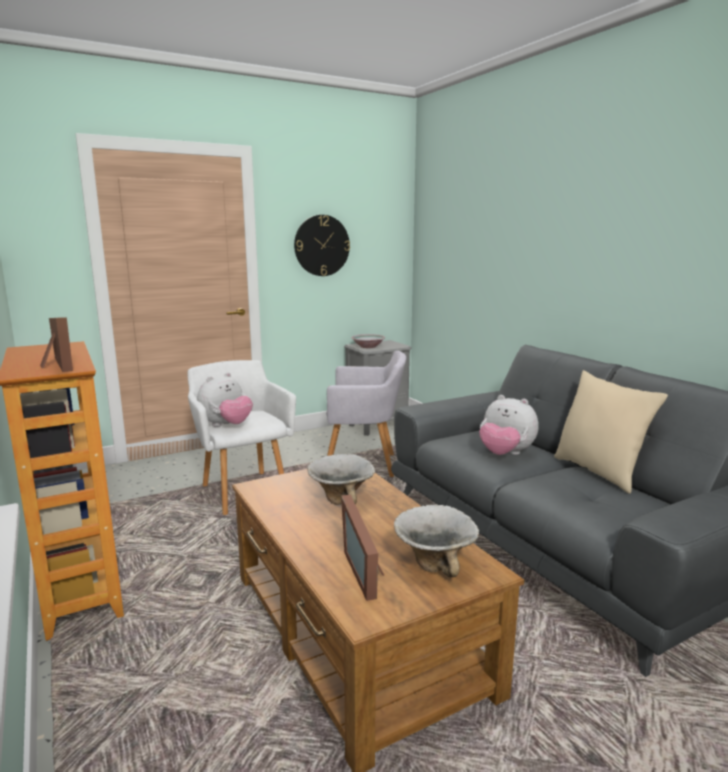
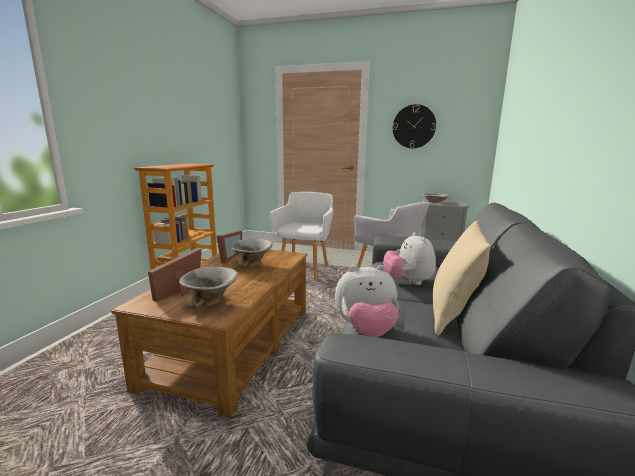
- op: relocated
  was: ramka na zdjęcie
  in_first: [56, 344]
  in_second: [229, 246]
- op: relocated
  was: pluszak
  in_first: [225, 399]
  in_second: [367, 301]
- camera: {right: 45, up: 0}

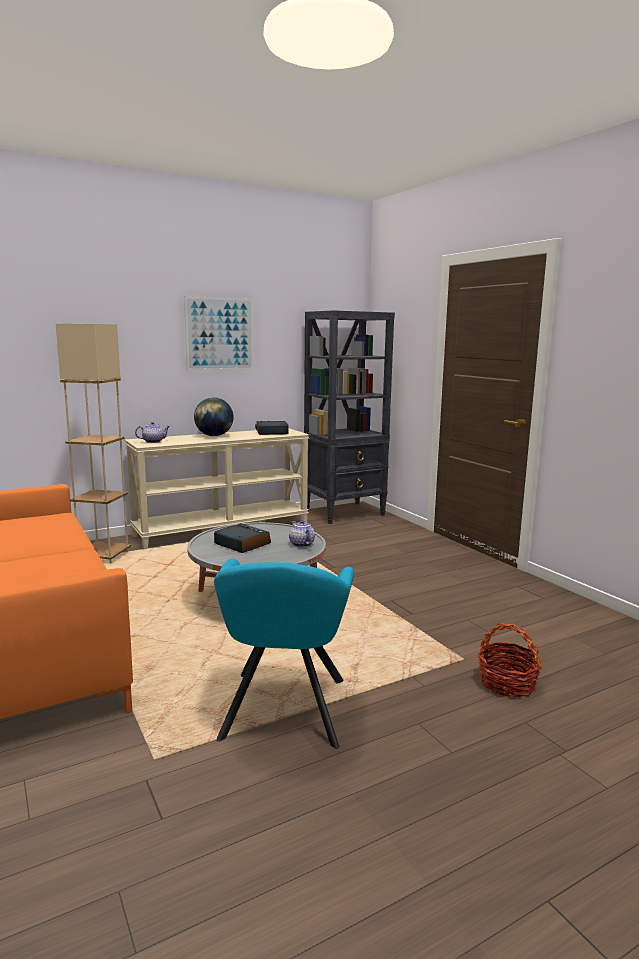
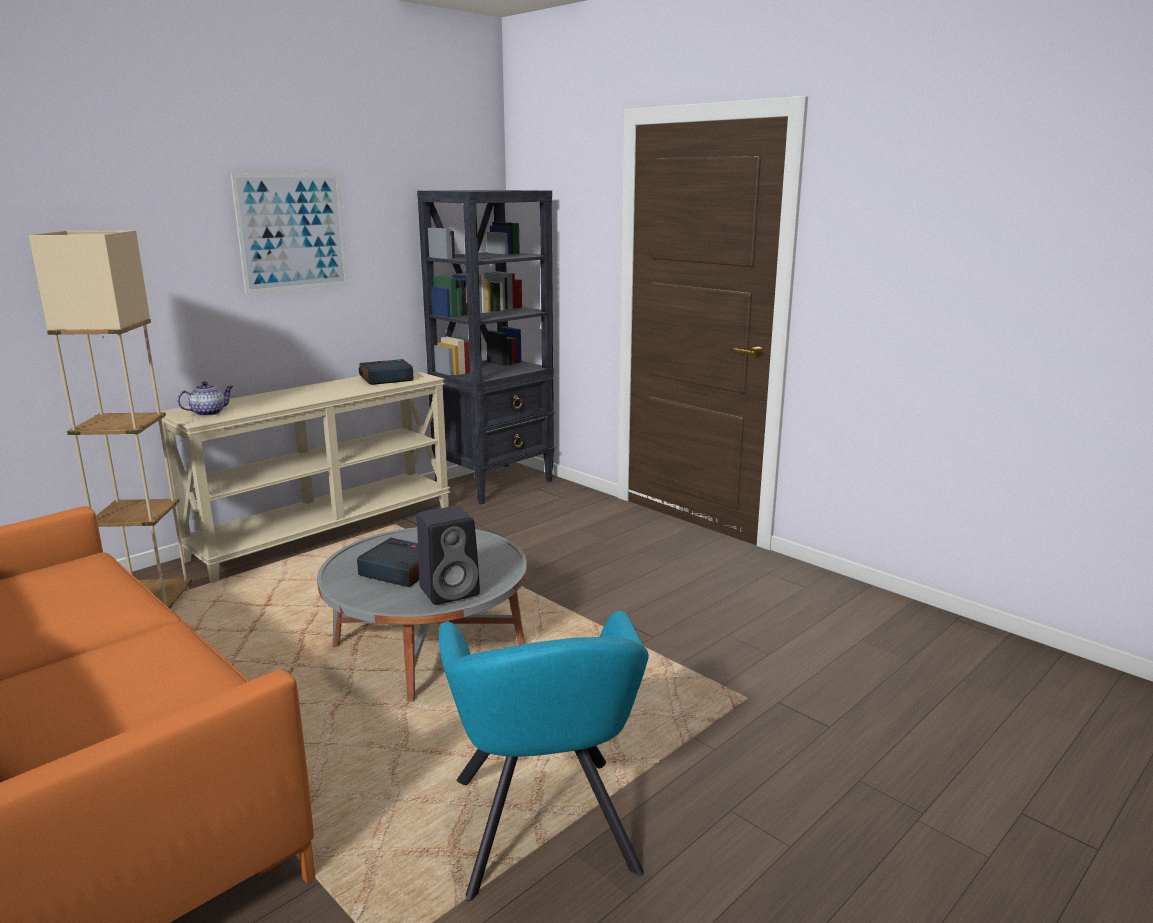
- op: missing
  was: globus
  in_first: [214, 416]
- op: missing
  was: imbryk
  in_first: [302, 533]
- op: missing
  was: koszyk
  in_first: [510, 660]
- op: appeared
  now: głośnik/czarny
  in_second: [448, 555]
- camera: {right: -15, up: 5}

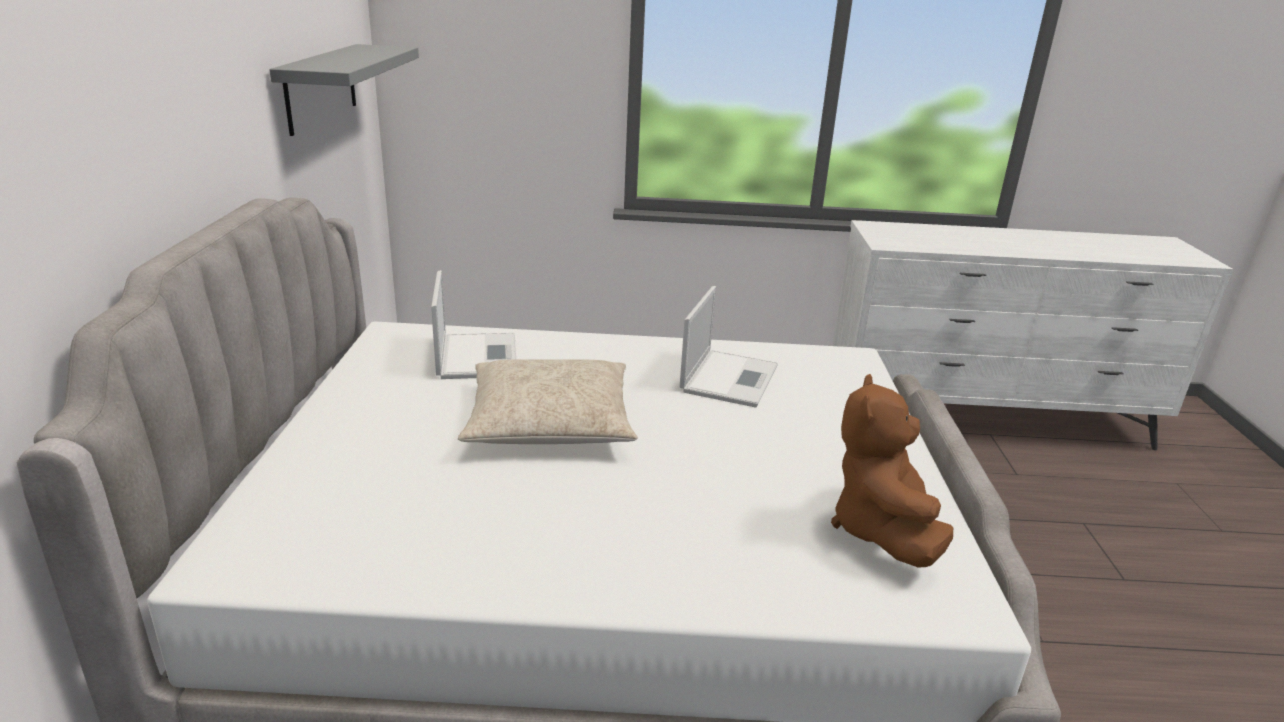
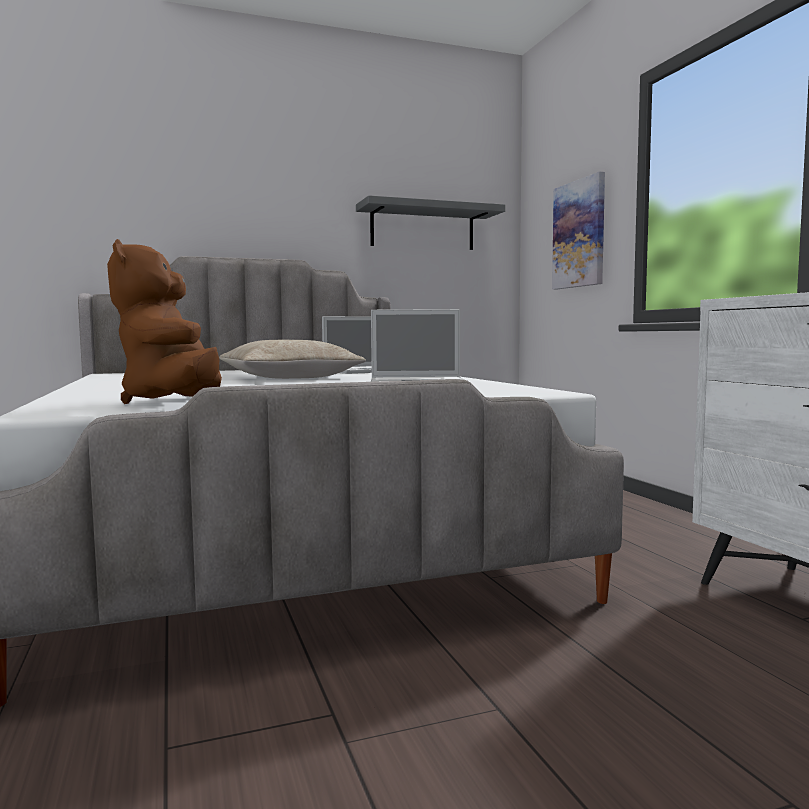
- op: appeared
  now: obraz
  in_second: [578, 230]
- op: spun
  was: pluszak/brązowy
  in_first: [892, 471]
  in_second: [164, 321]
  clockwise: -90
- camera: {right: 70, up: -20}

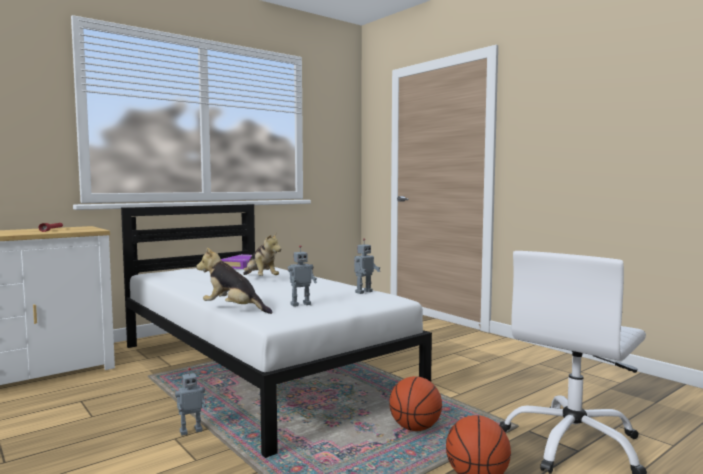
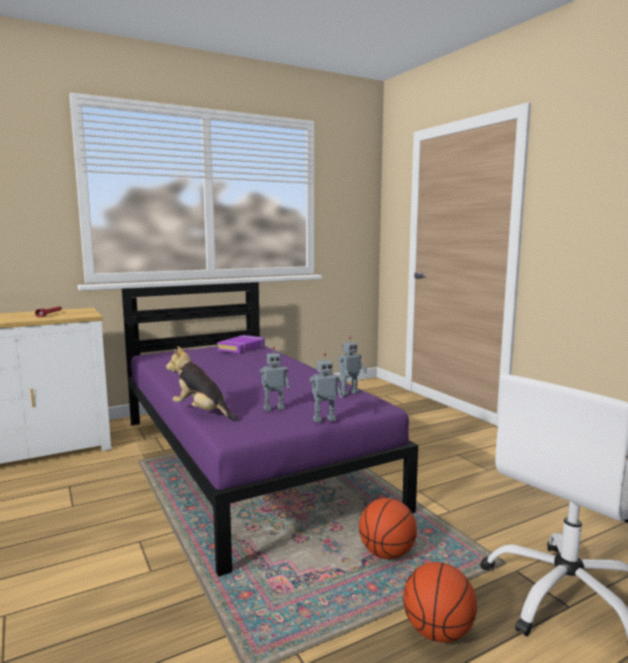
- op: missing
  was: pluszak
  in_first: [262, 254]
- op: relocated
  was: robot zabawkowy
  in_first: [191, 402]
  in_second: [326, 388]
- op: colour
  was: łóżko/biały
  now: łóżko/fioletowy
  in_first: [276, 331]
  in_second: [270, 429]
- camera: {right: 10, up: 5}

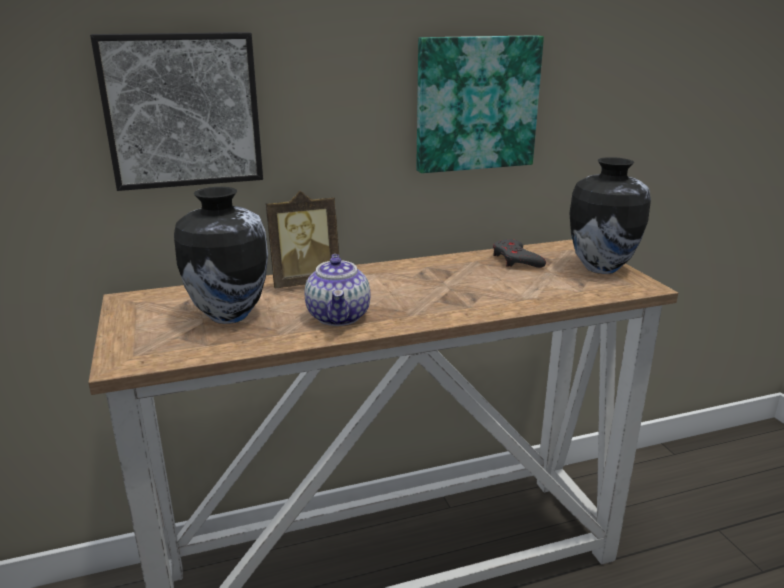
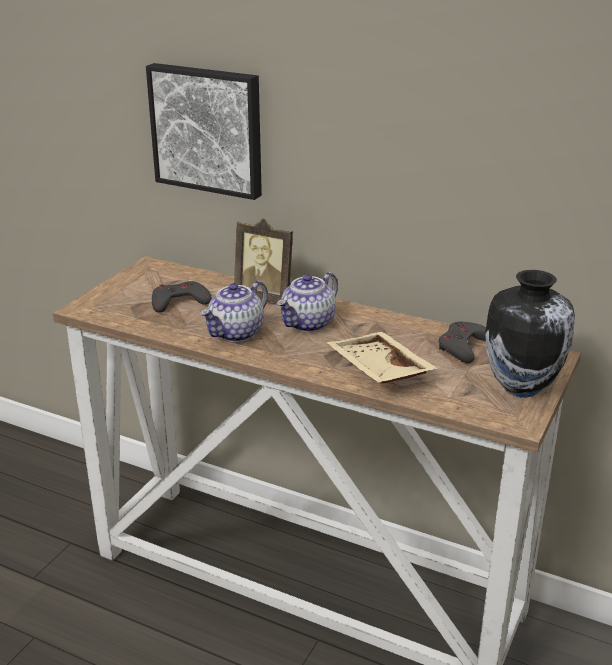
- op: missing
  was: obraz
  in_first: [480, 104]
- op: appeared
  now: imbryk
  in_second: [307, 302]
- op: appeared
  now: taca/beżowy
  in_second: [382, 358]
- op: exchanged
  was: wazon
  now: pad do gier/szary
  in_first: [221, 255]
  in_second: [182, 297]
- camera: {right: 45, up: 5}

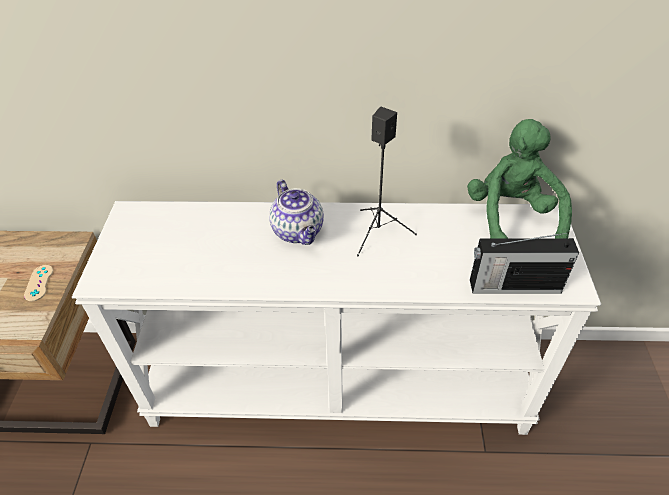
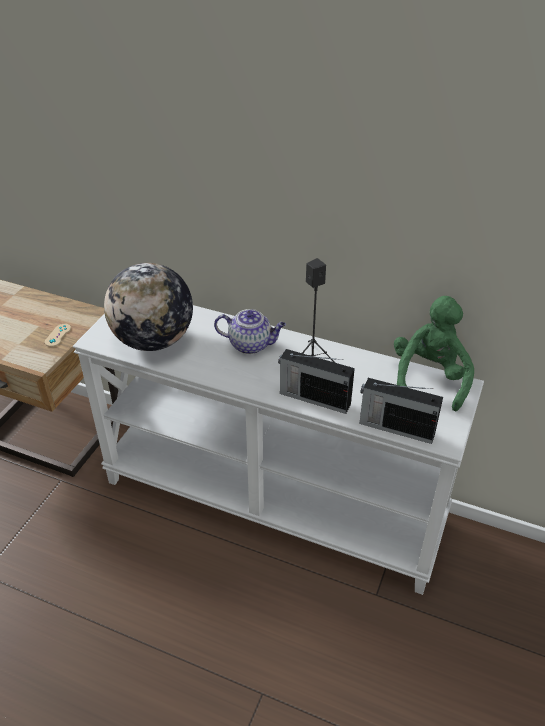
- op: appeared
  now: globus
  in_second: [148, 307]
- op: appeared
  now: radio
  in_second: [316, 381]
- op: spun
  was: imbryk
  in_first: [296, 212]
  in_second: [250, 331]
  clockwise: -75
- camera: {right: 20, up: -5}

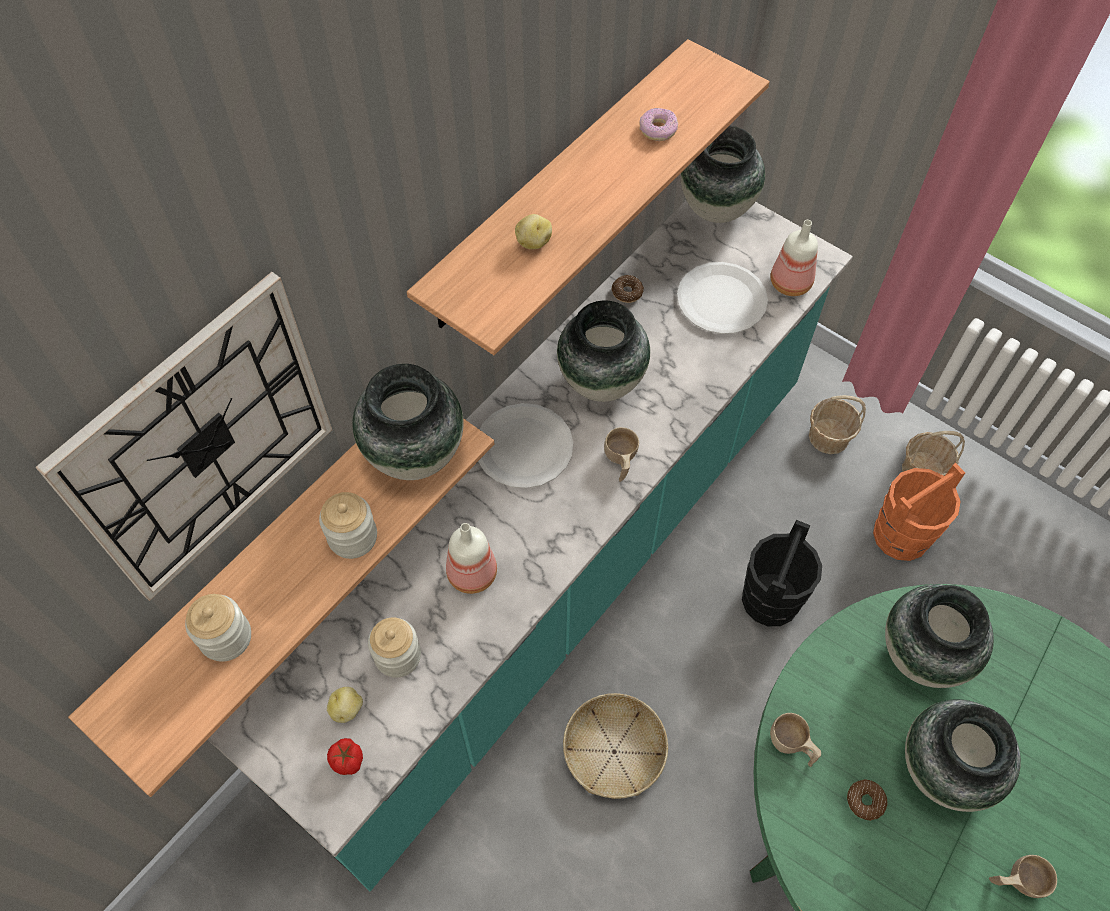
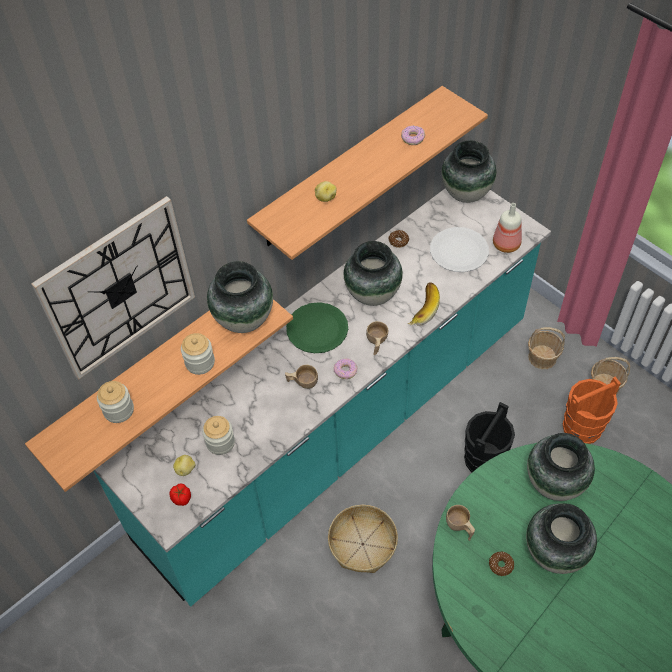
- op: missing
  was: butelka
  in_first: [471, 558]
- op: appeared
  now: donut
  in_second: [345, 369]
- op: appeared
  now: banan
  in_second: [424, 303]
- op: relocated
  was: filiżanka/beżowy
  in_first: [1023, 876]
  in_second: [301, 377]
- op: colour
  was: talerz/biały
  now: talerz/zielony
  in_first: [525, 445]
  in_second: [317, 327]
- camera: {right: 10, up: -5}

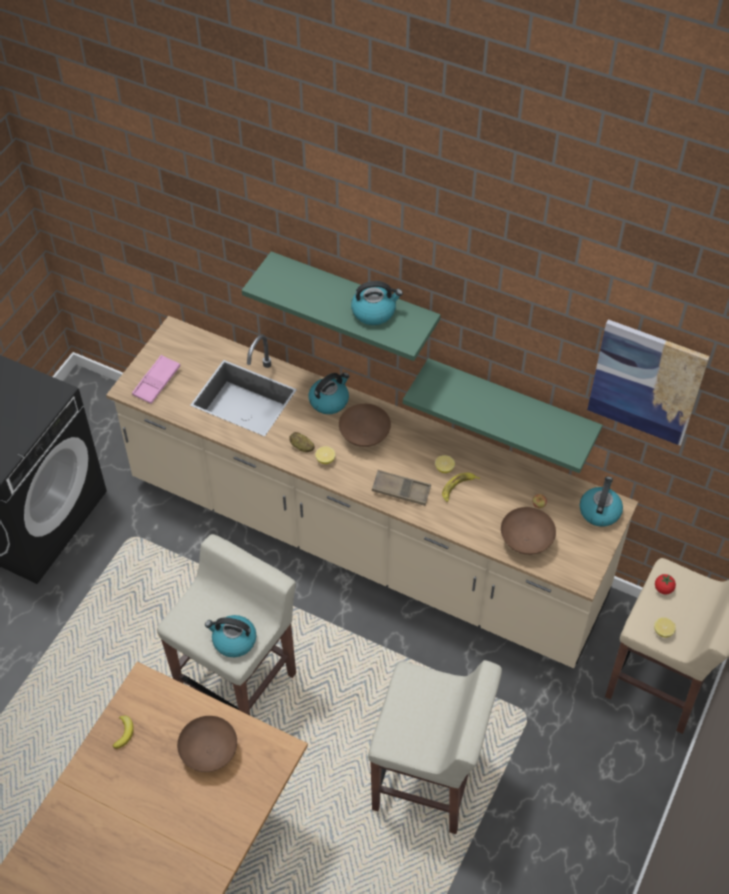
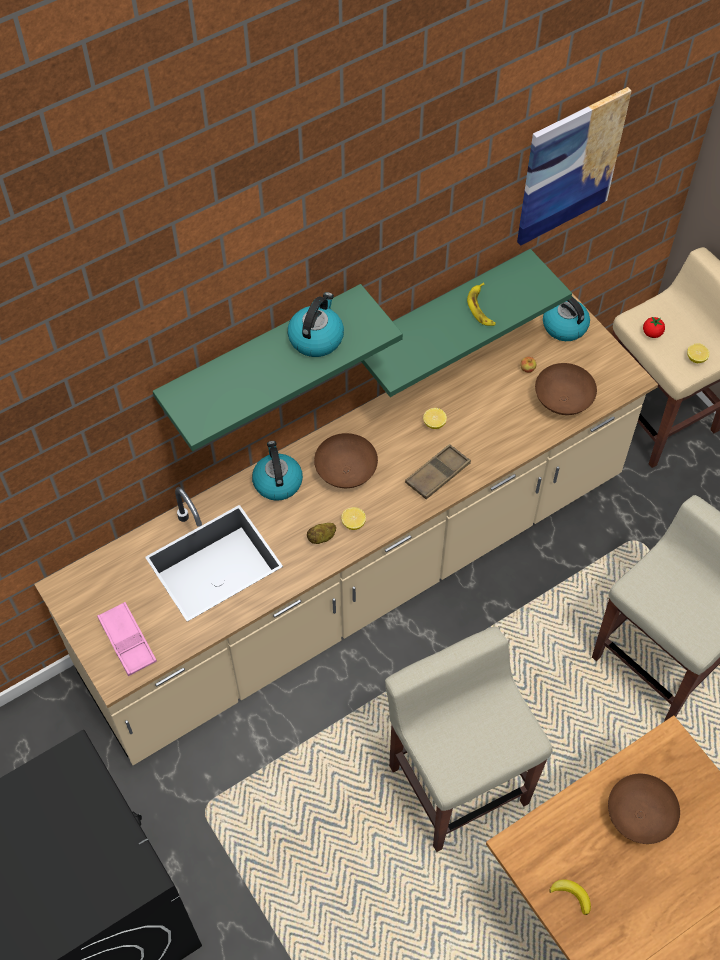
- op: missing
  was: czajnik
  in_first: [231, 636]
- op: relocated
  was: banan
  in_first: [461, 487]
  in_second: [481, 304]
- camera: {right: -60, up: 5}

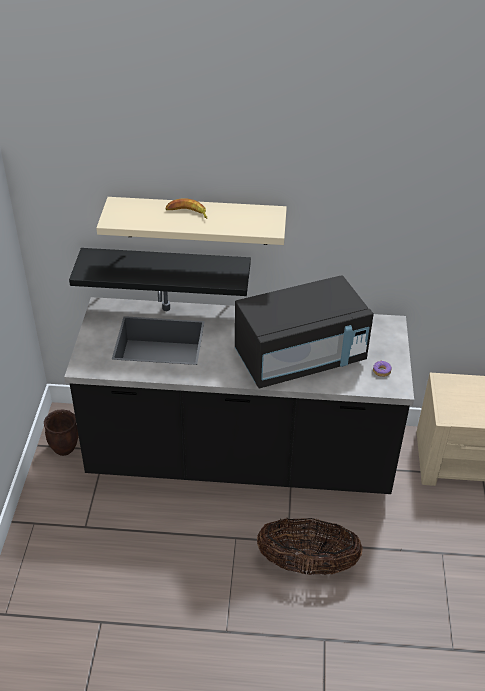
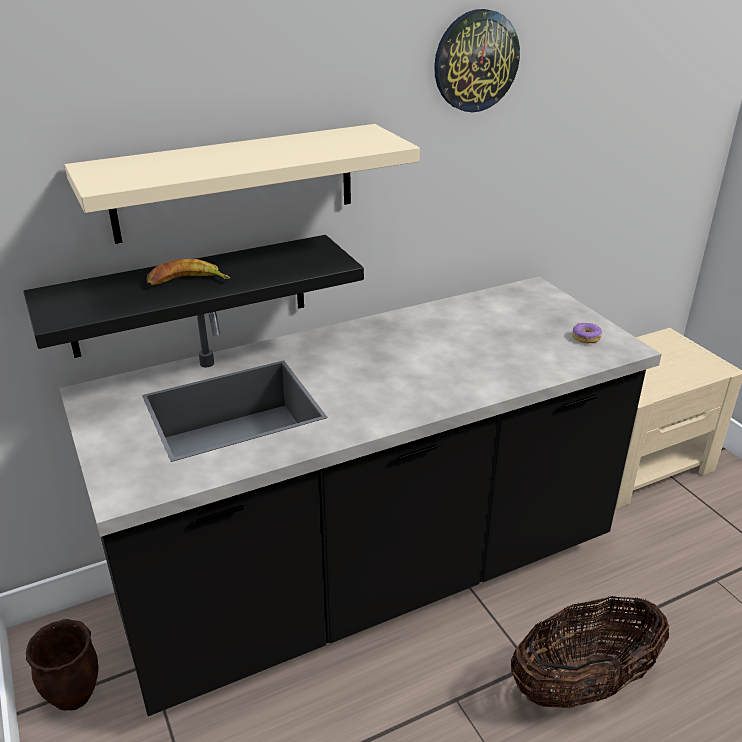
- op: missing
  was: mikrofalówka/czarny
  in_first: [304, 332]
- op: appeared
  now: zegar ścienny
  in_second: [477, 60]
- op: relocated
  was: banan
  in_first: [186, 208]
  in_second: [188, 272]
- camera: {right: -30, up: -10}

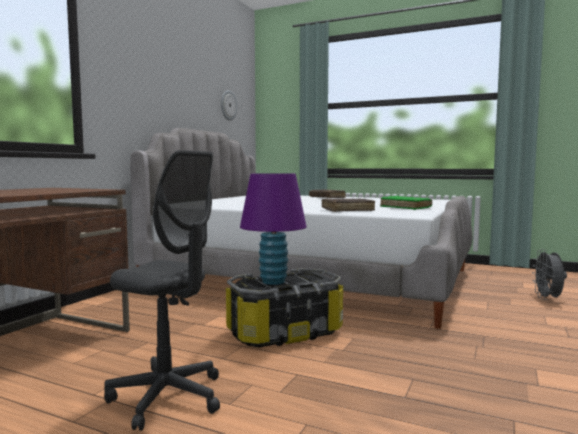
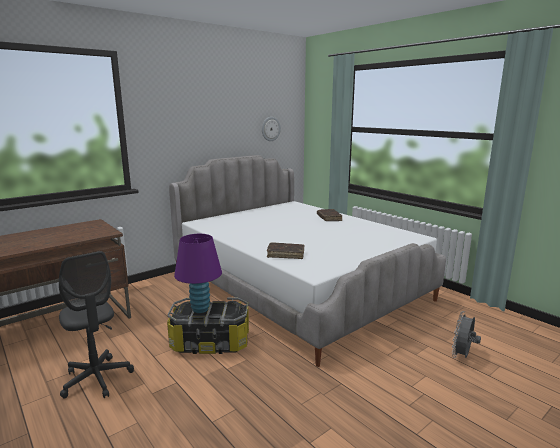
- op: missing
  was: książka/zielony
  in_first: [406, 203]
- camera: {right: 25, up: 10}

